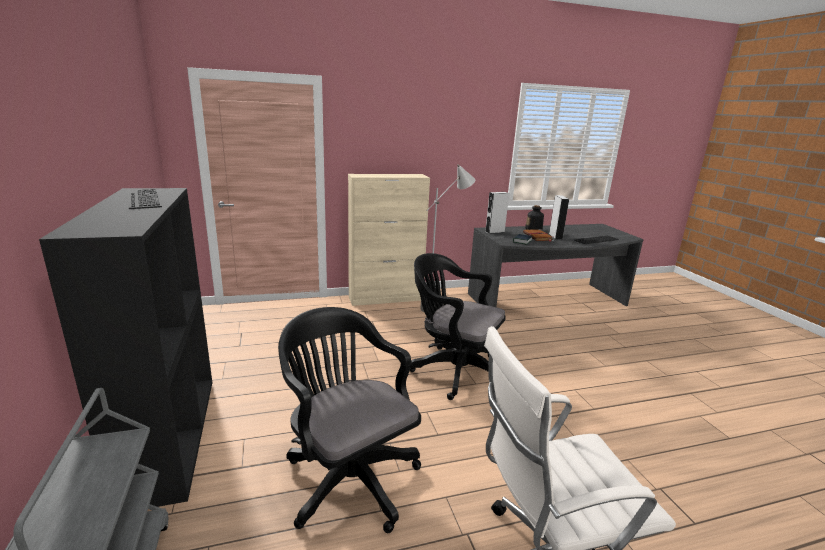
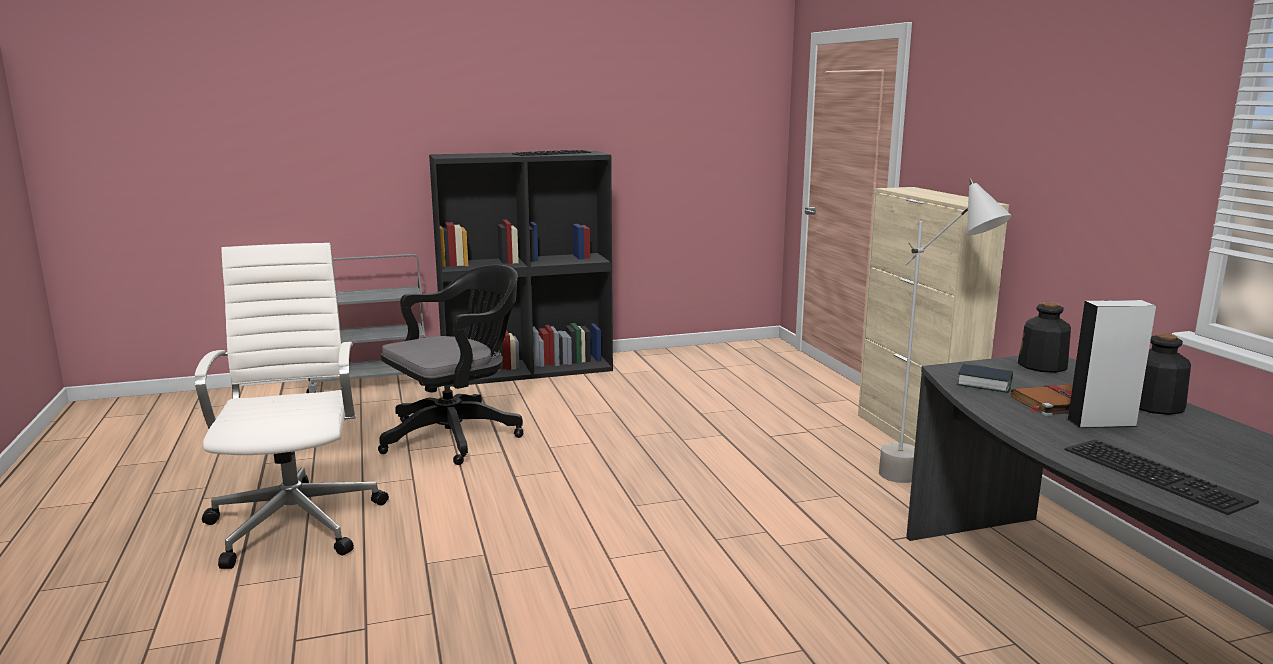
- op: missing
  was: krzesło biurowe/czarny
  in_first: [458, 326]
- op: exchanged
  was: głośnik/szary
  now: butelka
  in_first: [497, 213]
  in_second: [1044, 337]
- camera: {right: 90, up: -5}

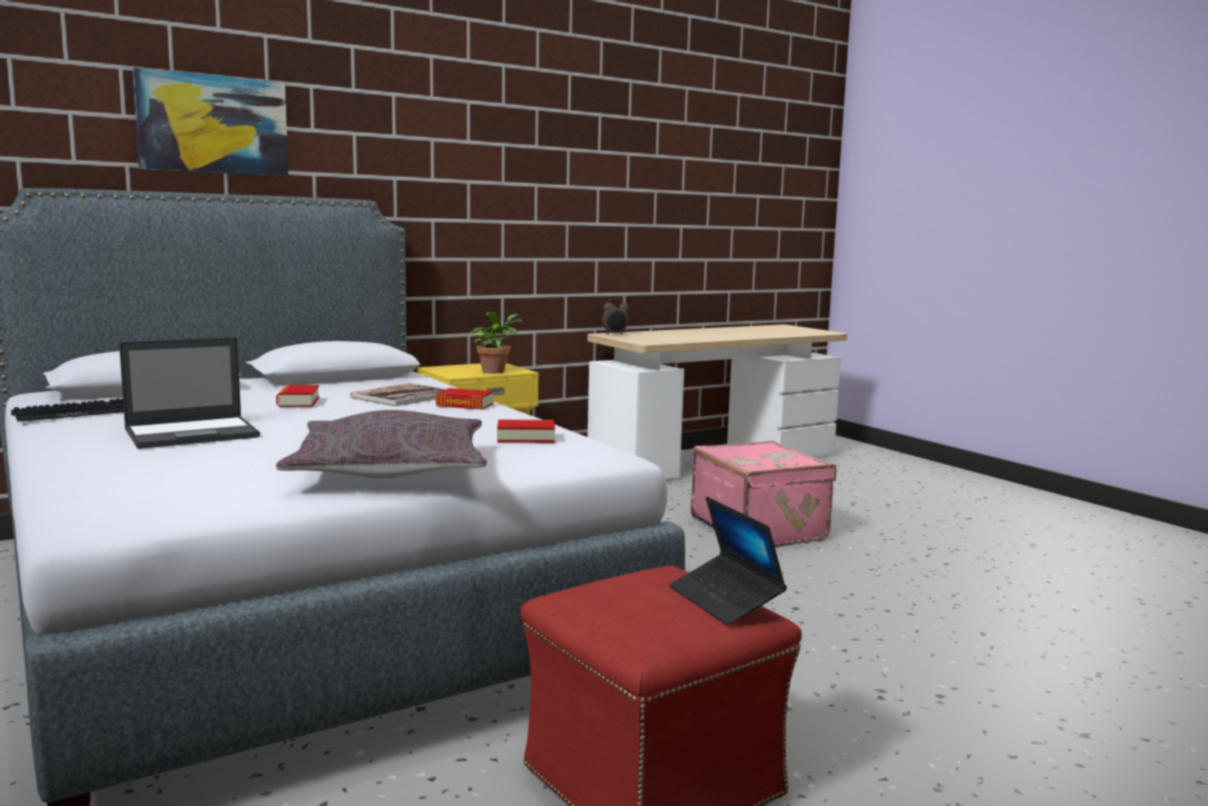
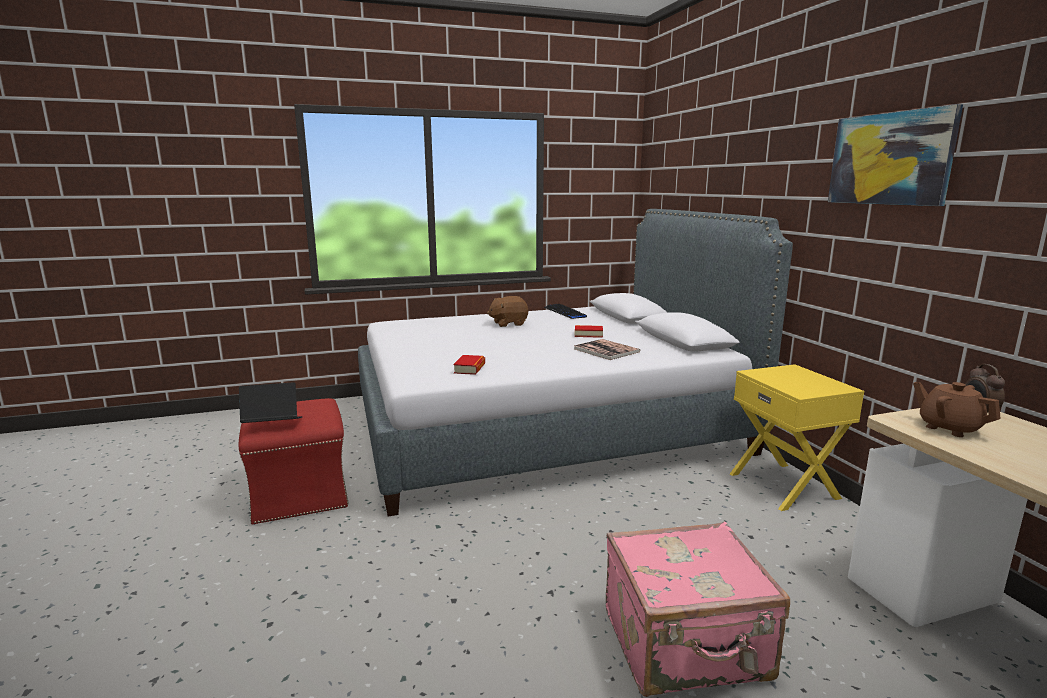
- op: missing
  was: poduszka/szary
  in_first: [381, 444]
- op: missing
  was: książka
  in_first: [465, 399]
- op: missing
  was: roślina doniczkowa
  in_first: [496, 342]
- op: appeared
  now: imbryk/brązowy
  in_second: [957, 409]
- op: relocated
  was: obraz
  in_first: [210, 121]
  in_second: [895, 155]
- op: exchanged
  was: laptop
  now: pluszak/brązowy
  in_first: [189, 393]
  in_second: [507, 311]
- camera: {right: 105, up: 5}

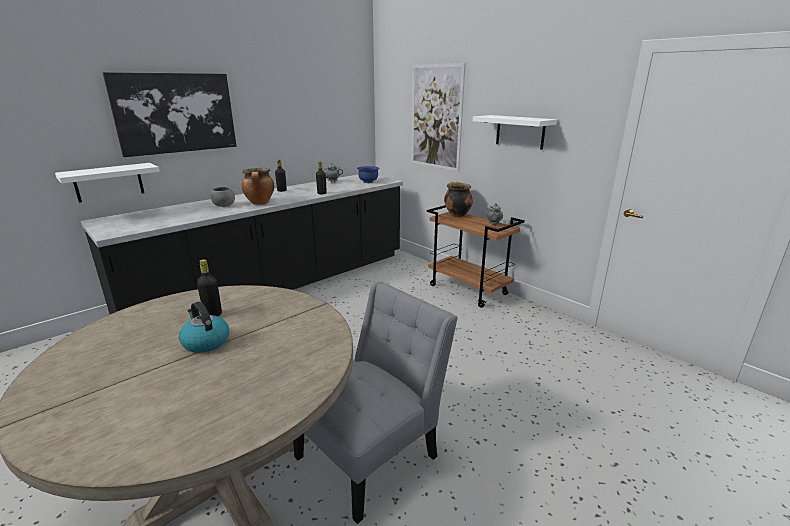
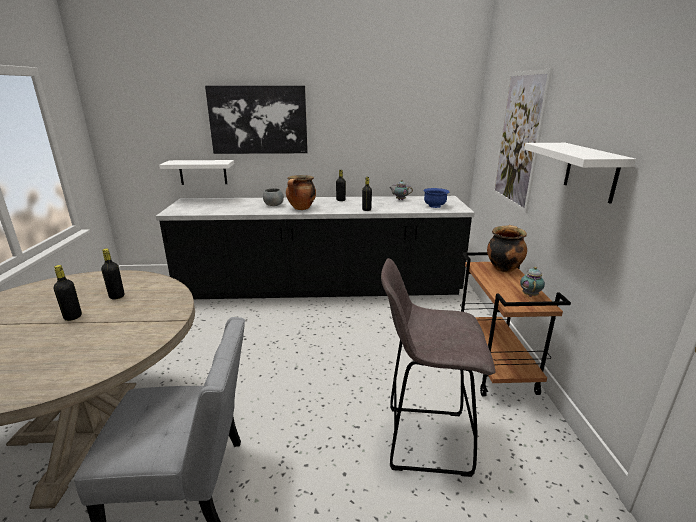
- op: appeared
  now: stołek/szary
  in_second: [438, 367]
- op: exchanged
  was: czajnik
  now: butelka/czarny
  in_first: [204, 327]
  in_second: [67, 293]
- camera: {right: 40, up: 0}

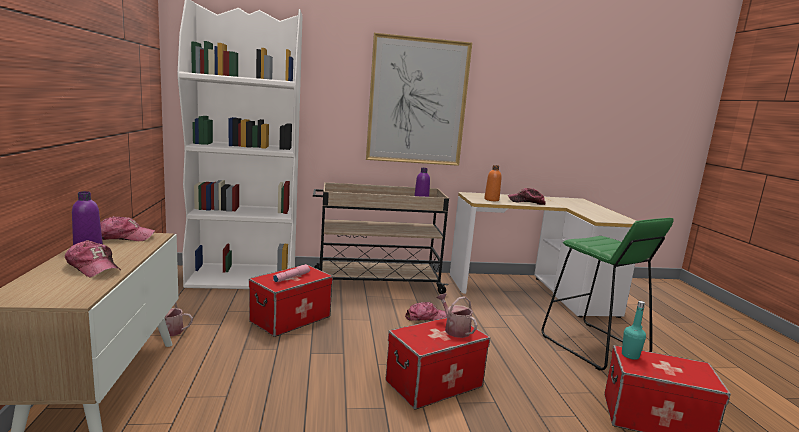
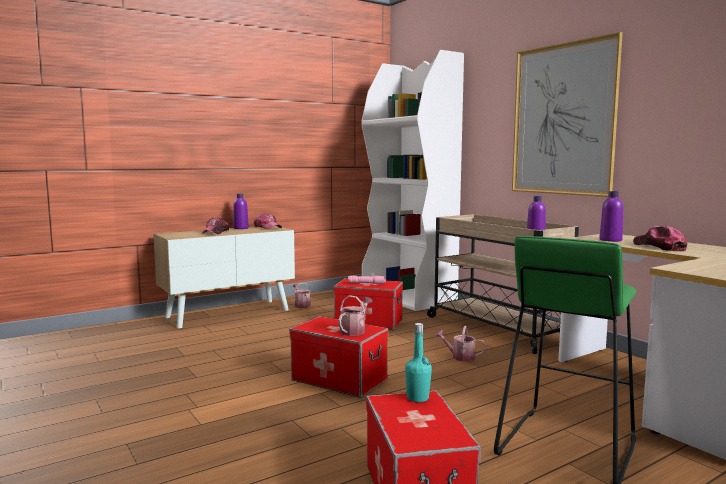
- op: exchanged
  was: czapka z daszkiem
  now: konewka
  in_first: [425, 311]
  in_second: [460, 344]
- op: colour
  was: butelka/pomarańczowy
  now: butelka/fioletowy
  in_first: [493, 183]
  in_second: [611, 216]
- camera: {right: 65, up: -5}

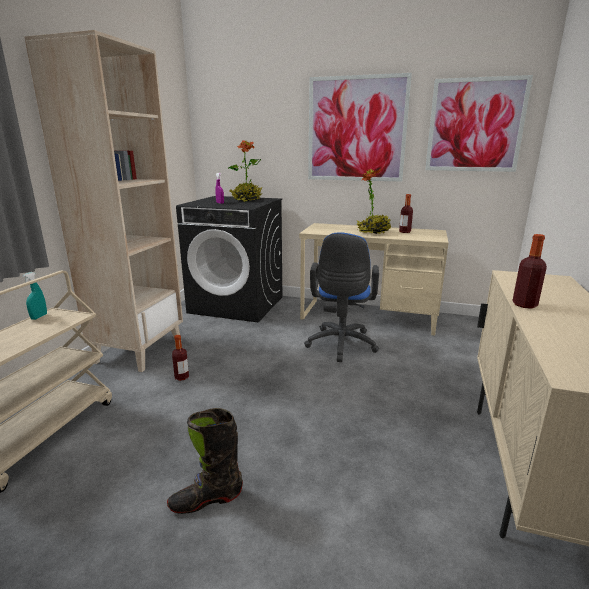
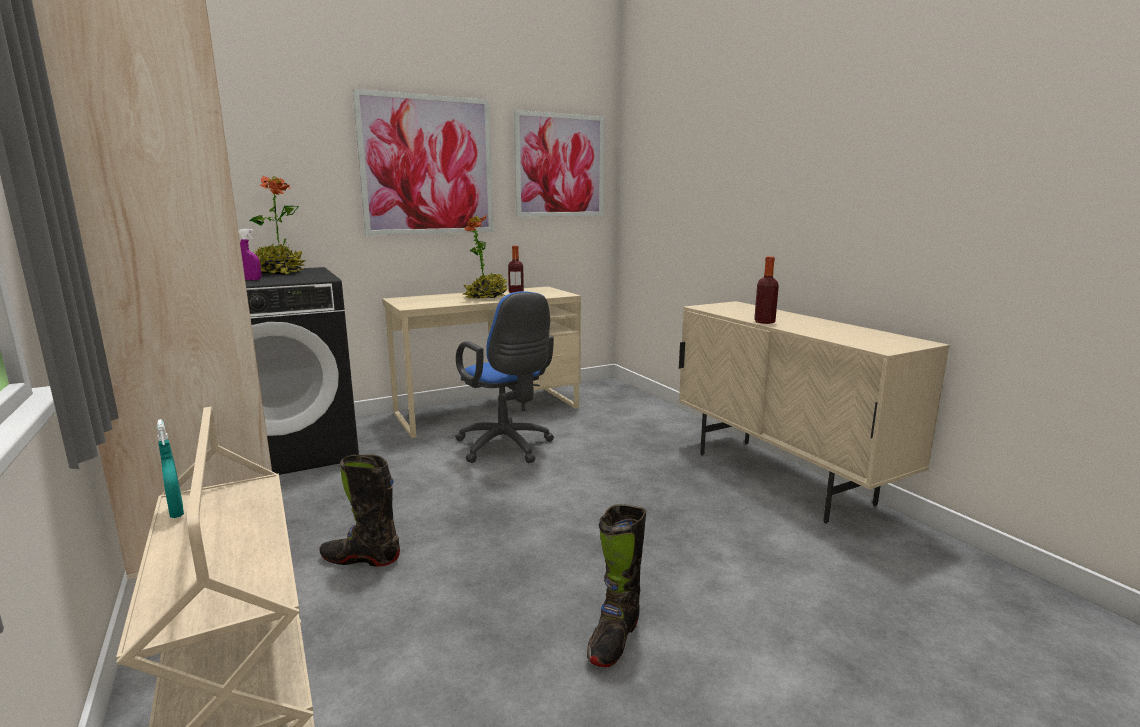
- op: exchanged
  was: butelka
  now: but z cholewką/czarny
  in_first: [180, 358]
  in_second: [359, 510]
- camera: {right: -45, up: -5}

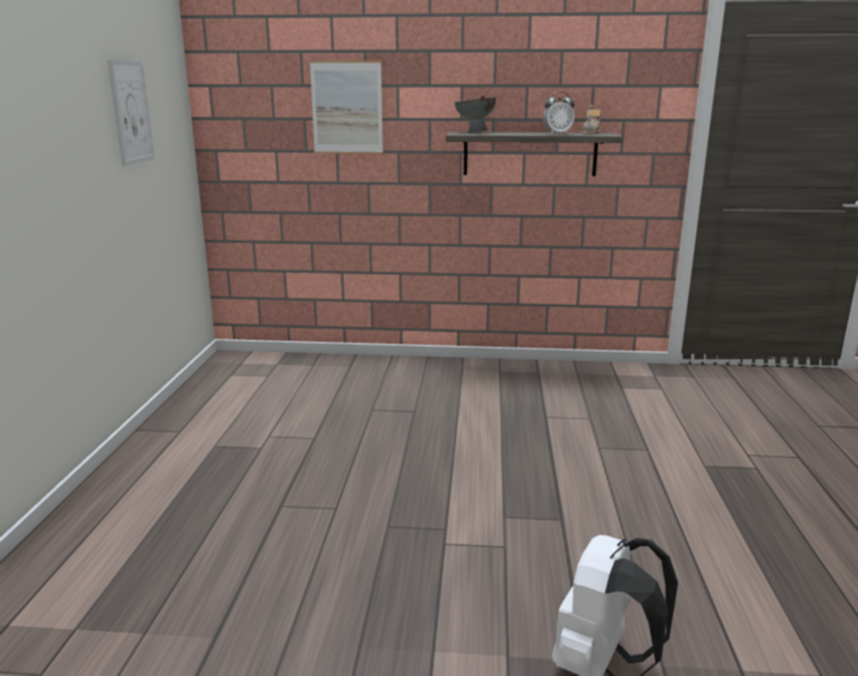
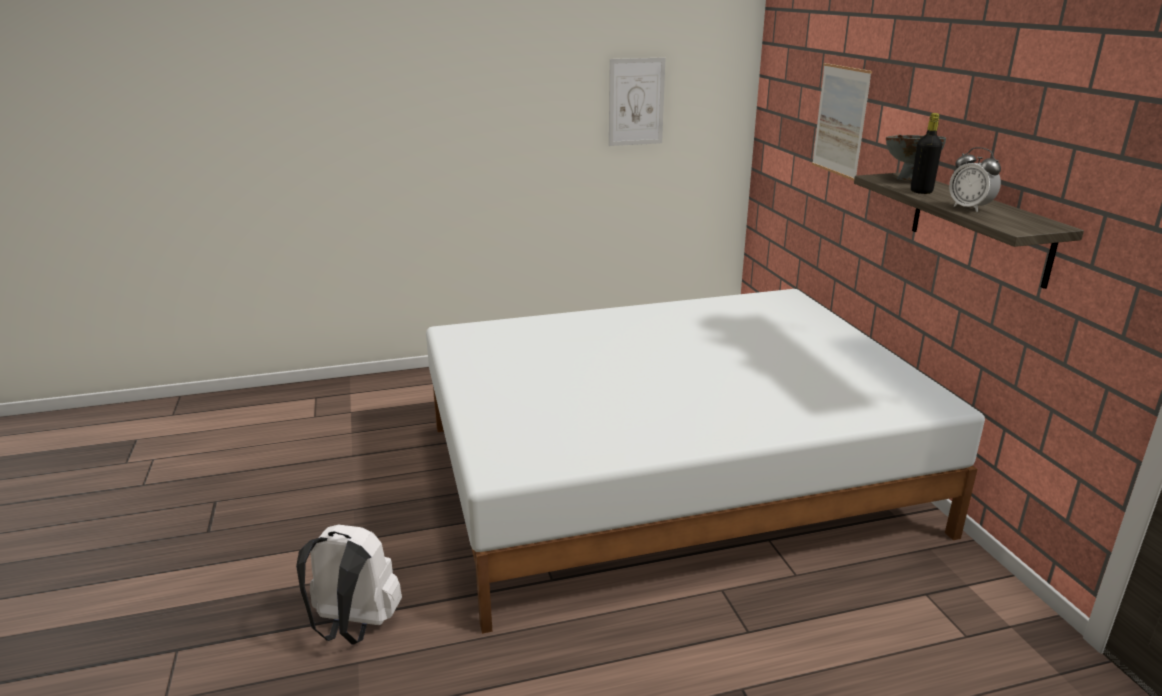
- op: missing
  was: imbryk
  in_first: [591, 119]
- op: appeared
  now: łóżko/biały
  in_second: [705, 461]
- op: appeared
  now: butelka/czarny
  in_second: [926, 153]
- camera: {right: 70, up: 5}

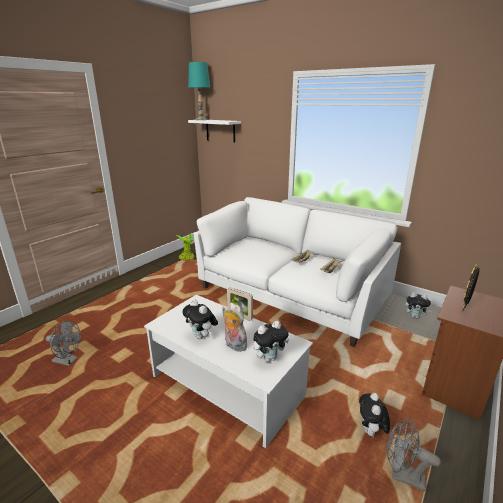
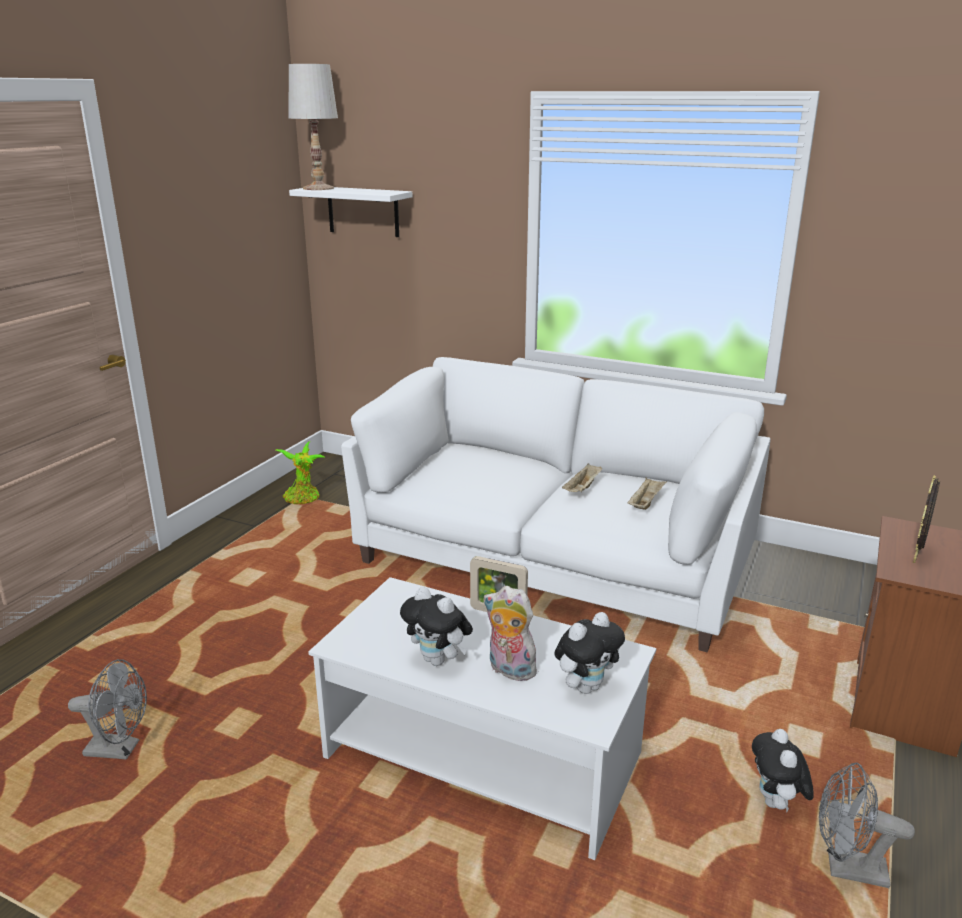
- op: missing
  was: pluszak
  in_first: [418, 305]
- op: colour
  was: lampa stołowa/turkusowy
  now: lampa stołowa/biały
  in_first: [199, 91]
  in_second: [313, 127]
- camera: {right: -10, up: 0}

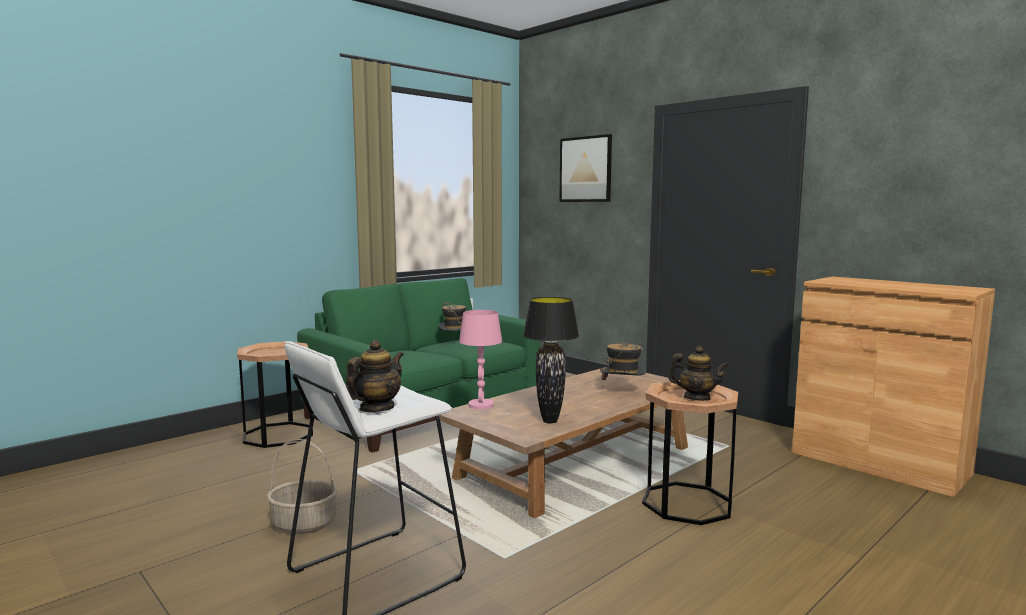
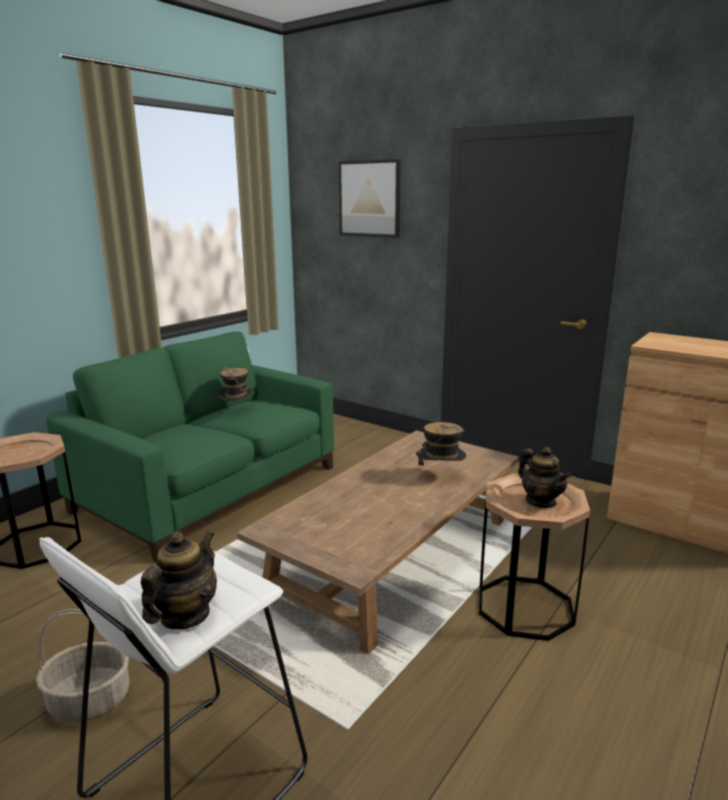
- op: missing
  was: lampa stołowa/różowy
  in_first: [480, 360]
- op: missing
  was: lampa stołowa/czarny
  in_first: [551, 360]
- op: spun
  was: imbryk
  in_first: [698, 373]
  in_second: [544, 477]
  clockwise: 45
- camera: {right: -10, up: 10}

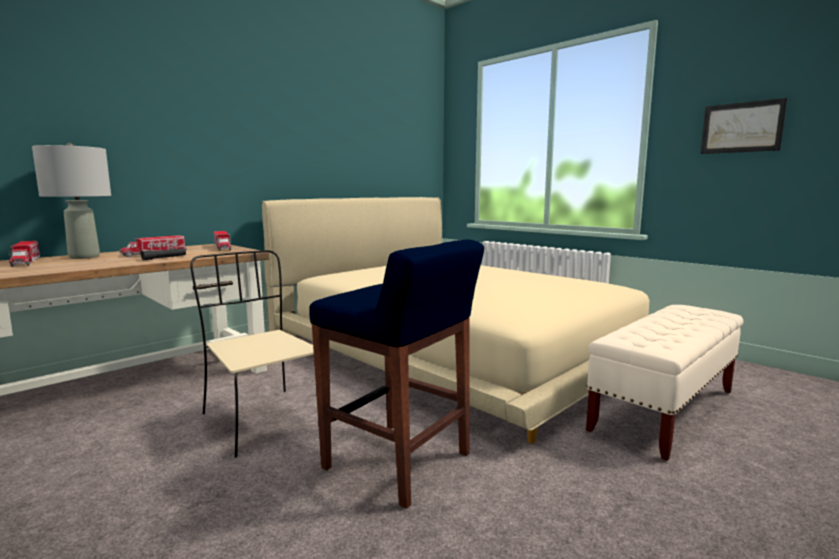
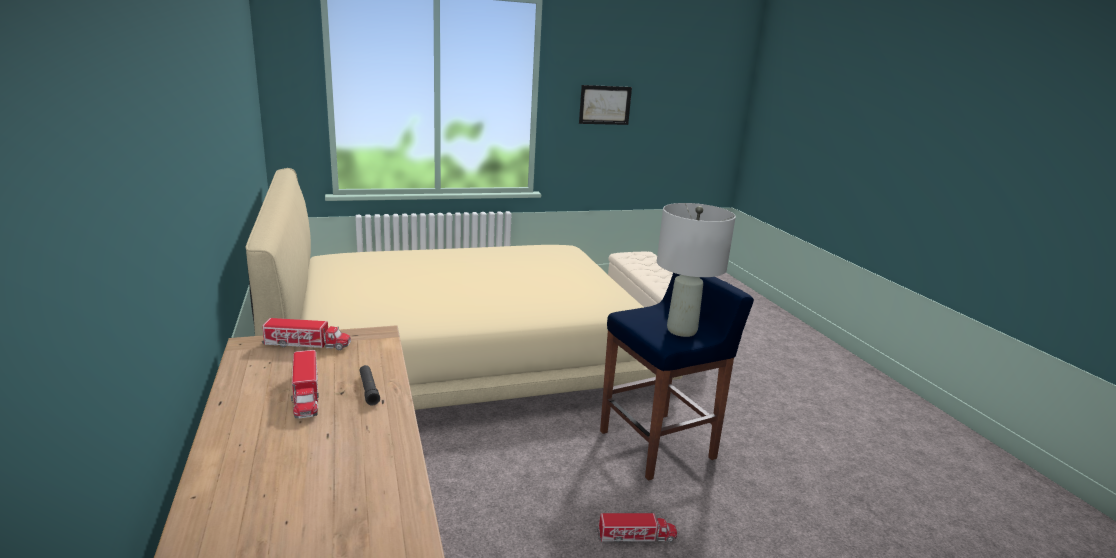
- op: missing
  was: krzesło/beżowy
  in_first: [252, 354]
- op: relocated
  was: ciężarówka zabawkowa
  in_first: [24, 254]
  in_second: [636, 527]
- op: relocated
  was: lampa stołowa/szary
  in_first: [71, 201]
  in_second: [696, 270]
- camera: {right: -65, up: 10}

